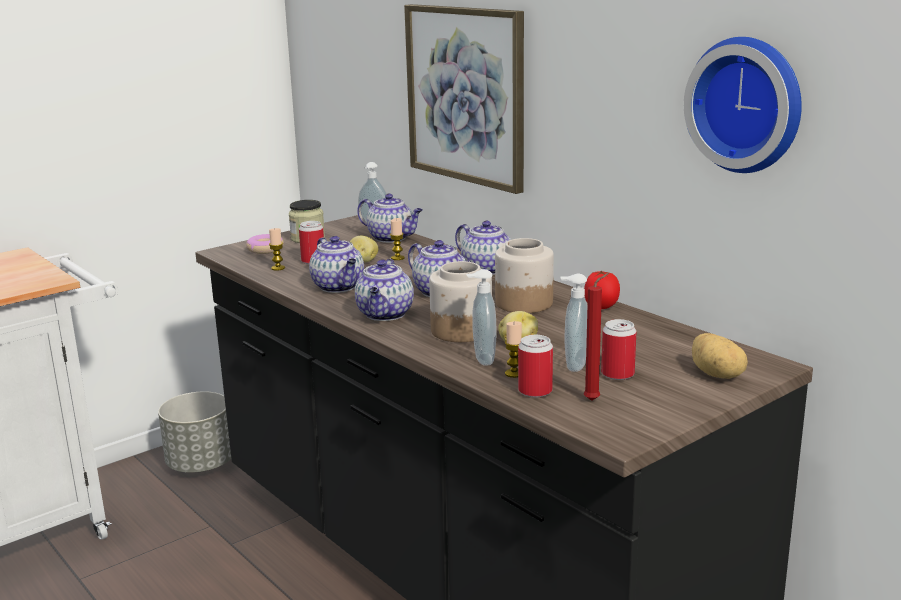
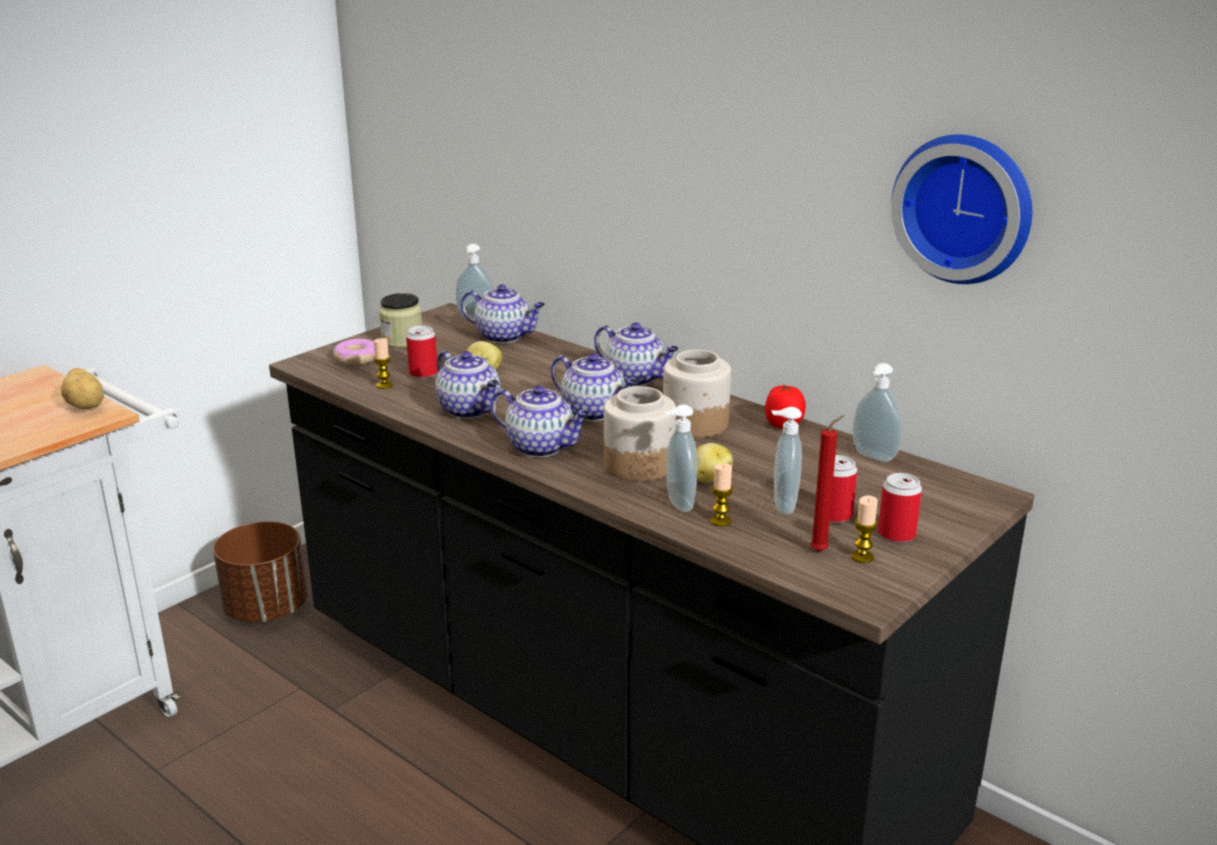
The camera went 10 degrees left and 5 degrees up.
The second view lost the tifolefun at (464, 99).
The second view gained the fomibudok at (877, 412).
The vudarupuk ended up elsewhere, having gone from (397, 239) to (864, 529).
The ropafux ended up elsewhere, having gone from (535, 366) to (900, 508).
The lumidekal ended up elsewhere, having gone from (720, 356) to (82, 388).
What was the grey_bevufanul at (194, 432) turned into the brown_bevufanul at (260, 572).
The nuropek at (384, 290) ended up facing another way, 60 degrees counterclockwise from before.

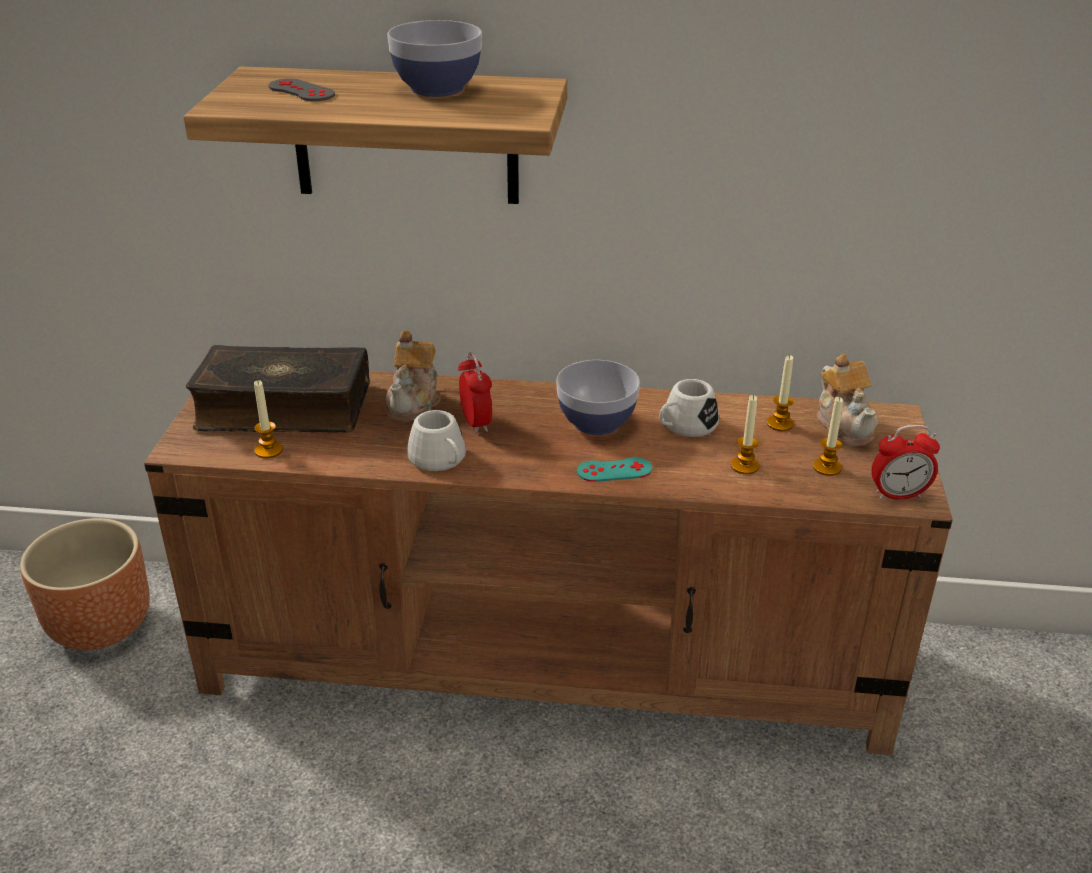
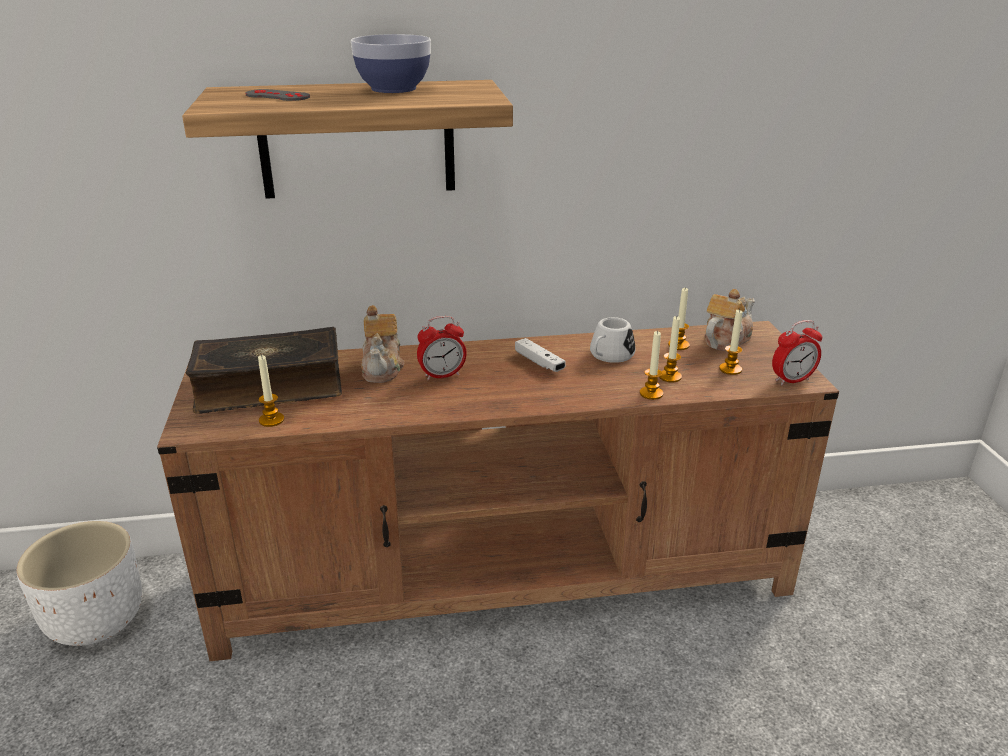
The camera went 15 degrees left and 5 degrees down.
The second view lost the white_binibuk at (436, 440).
The second view lost the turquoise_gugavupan at (614, 469).
The second view gained the vudarupuk at (651, 365).
Where the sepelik stood at (598, 397), the white_gugavupan came to stand at (540, 355).
What was the brown_bevufanul at (85, 584) turned into the white_bevufanul at (79, 583).
The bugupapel at (475, 393) ended up facing another way, 105 degrees clockwise from before.
The nuropek at (847, 400) ended up facing another way, 105 degrees counterclockwise from before.

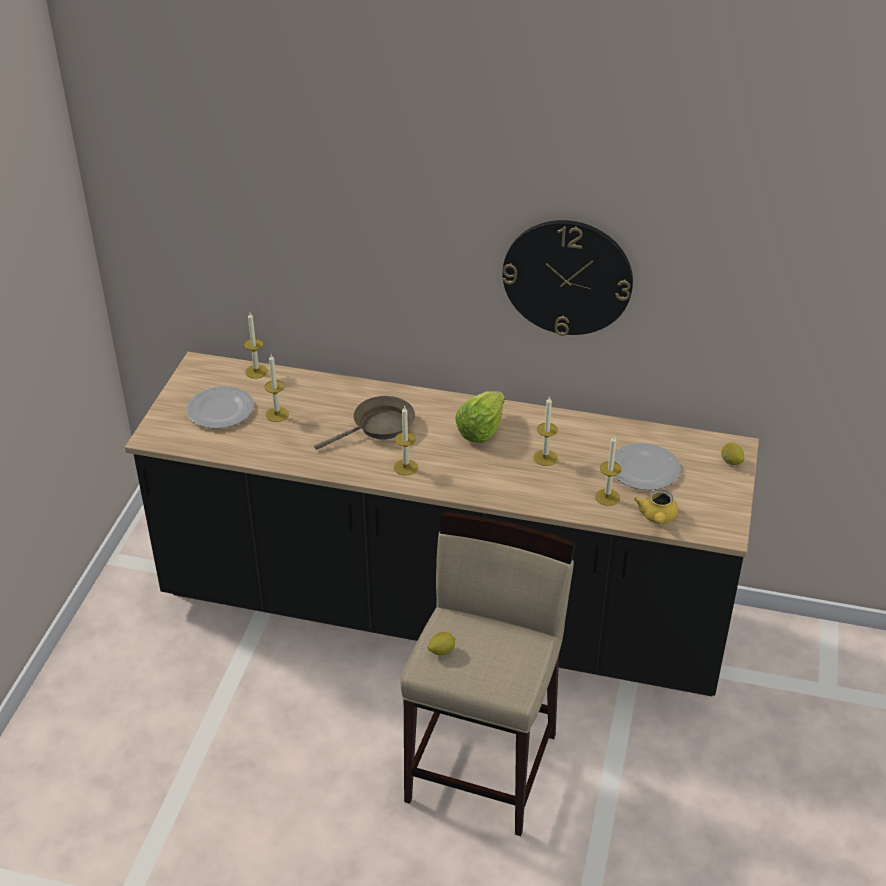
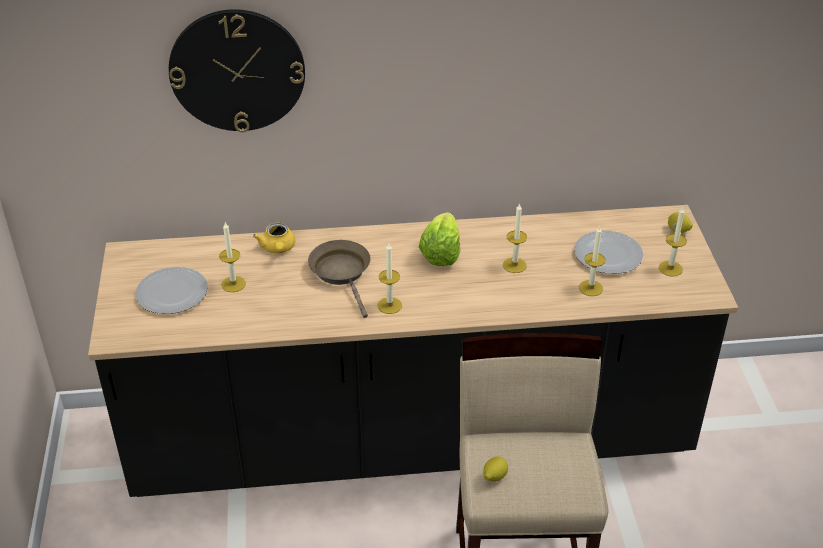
The camera went 20 degrees left and 0 degrees up.
The vudarupuk ended up elsewhere, having gone from (256, 346) to (673, 242).
The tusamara ended up elsewhere, having gone from (567, 278) to (237, 71).
The yellow_nuropek ended up elsewhere, having gone from (656, 506) to (274, 238).
The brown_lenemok at (364, 423) ended up facing another way, 60 degrees counterclockwise from before.

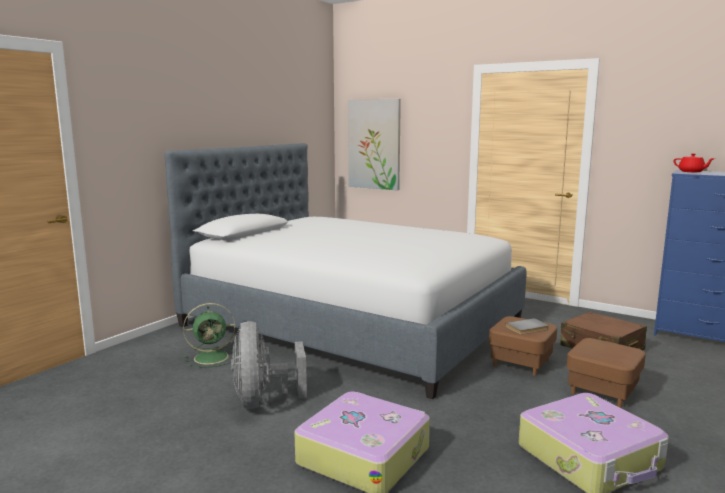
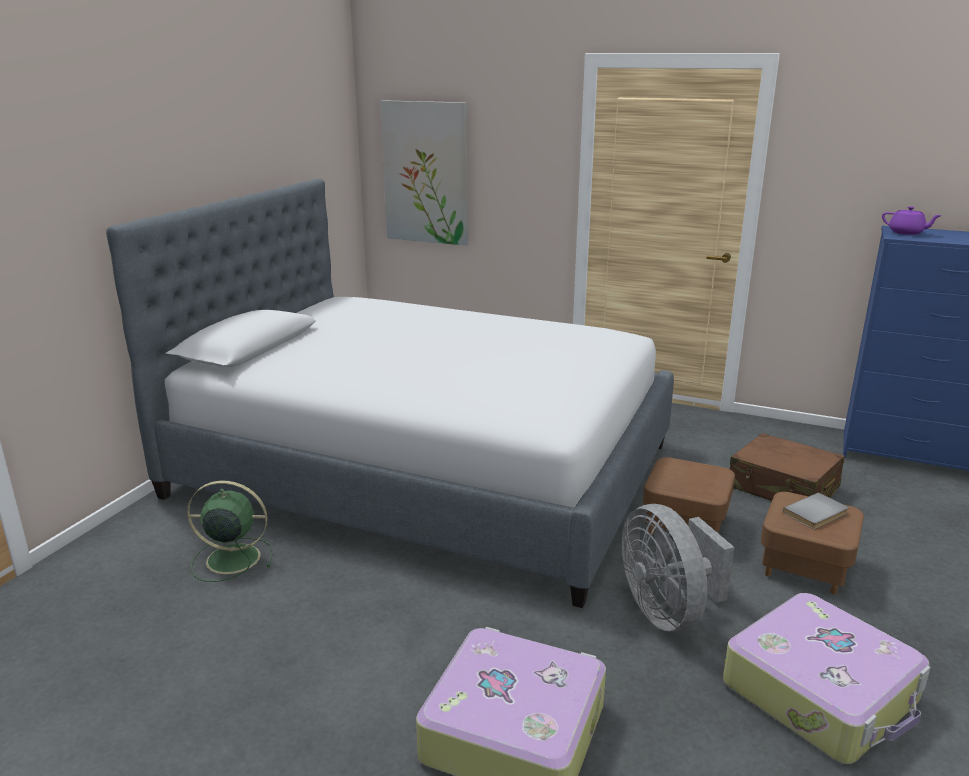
The camera went 10 degrees left and 10 degrees up.
The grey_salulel ended up elsewhere, having gone from (269, 365) to (677, 568).
The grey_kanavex ended up elsewhere, having gone from (527, 326) to (816, 510).
What was the red_nuropek at (694, 162) turned into the purple_nuropek at (912, 220).
The green_salulel at (210, 335) ended up facing another way, 150 degrees counterclockwise from before.

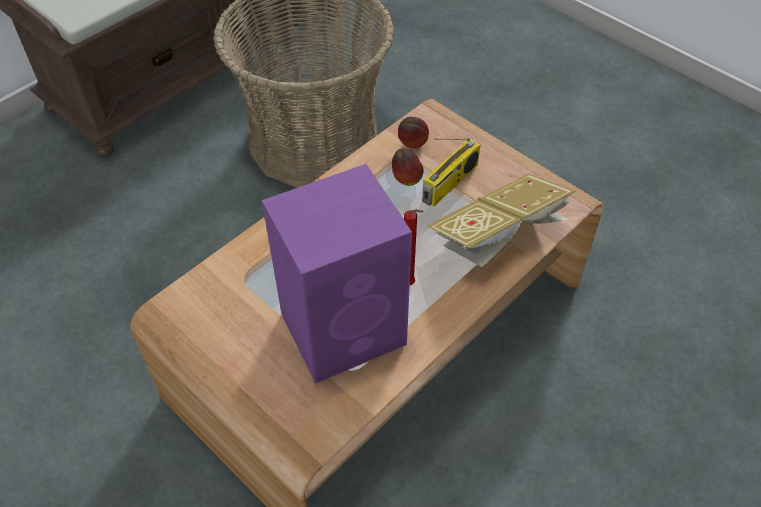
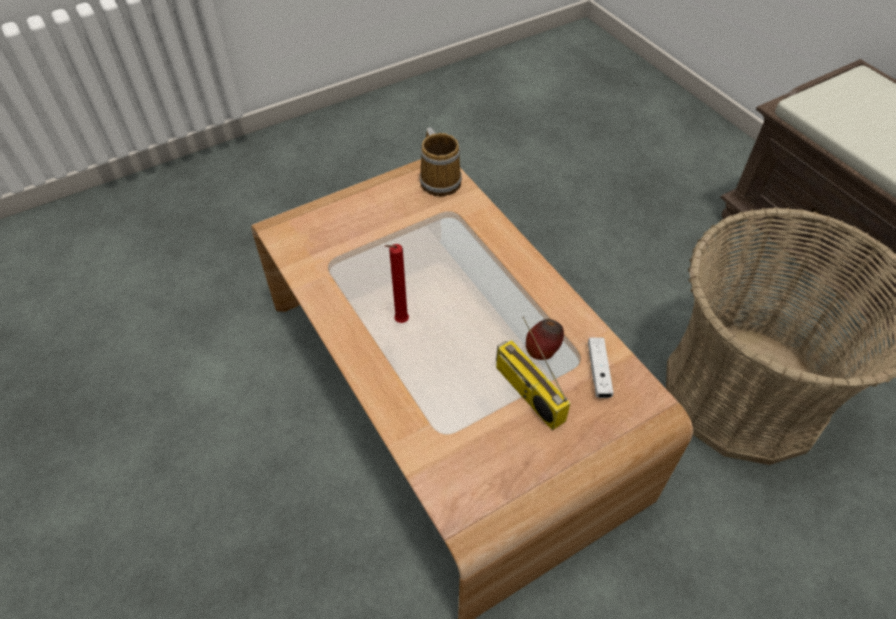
The camera went 105 degrees right and 0 degrees up.
The second view lost the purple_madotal at (337, 273).
The second view lost the kanavex at (501, 220).
The second view gained the binibuk at (441, 162).
Where the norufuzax stood at (413, 133), the white_gugavupan came to stand at (600, 367).

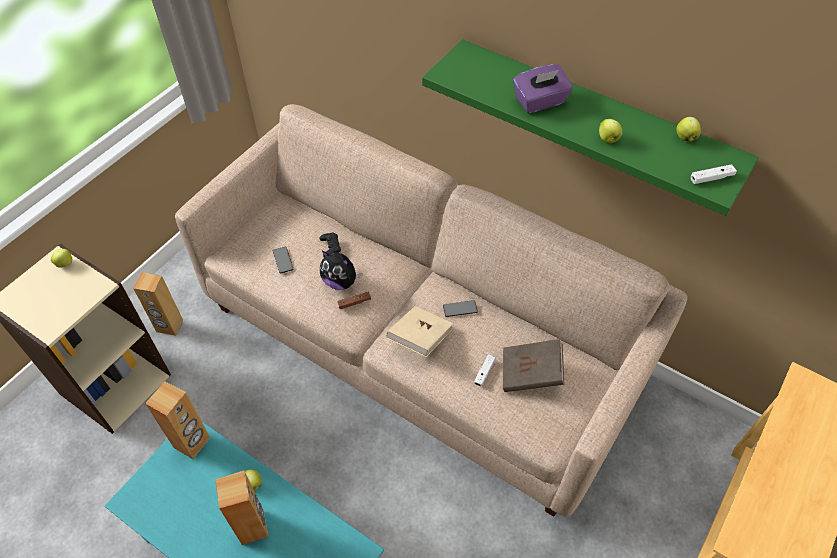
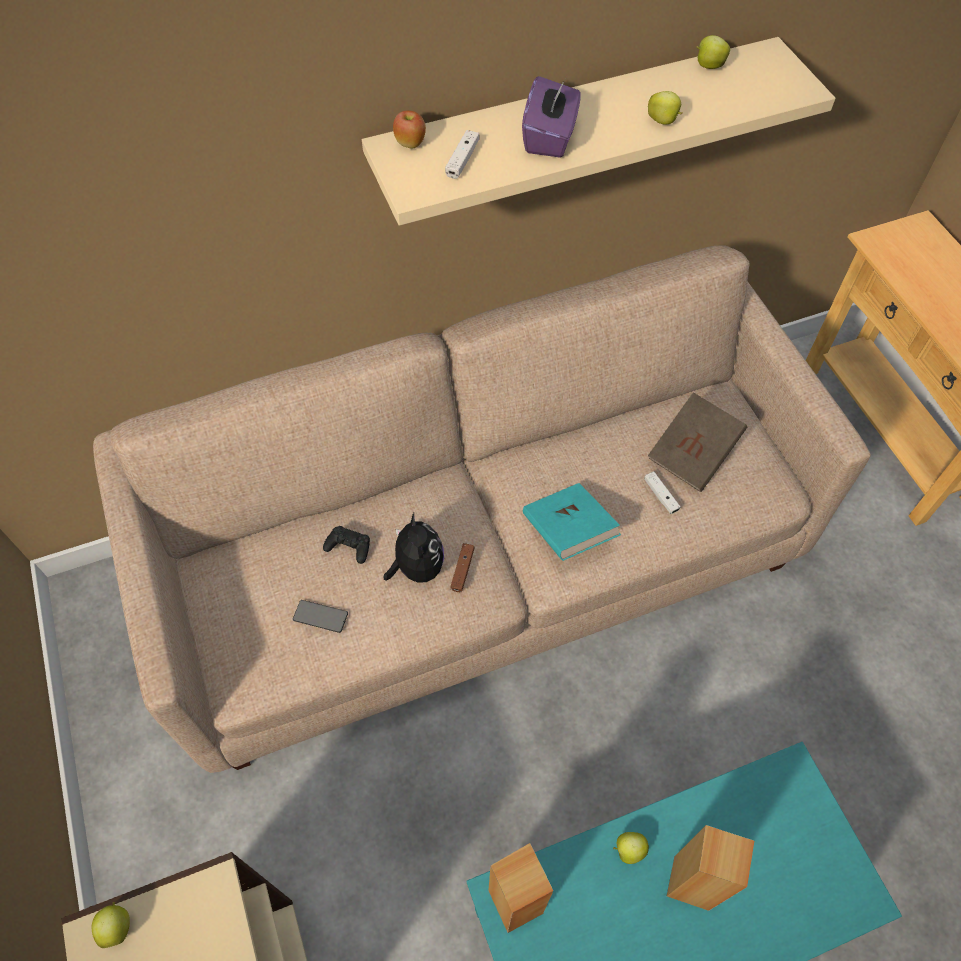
The camera went 55 degrees left and 5 degrees up.
The second view lost the brown_madotal at (158, 304).
The second view lost the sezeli at (460, 308).
The second view gained the norufuzax at (409, 129).
The white_gugavupan ended up elsewhere, having gone from (714, 174) to (462, 154).
What was the beige_kanavex at (419, 331) turned into the turquoise_kanavex at (572, 522).
What was the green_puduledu at (590, 127) turned into the beige_puduledu at (599, 131).
The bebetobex at (341, 270) ended up facing another way, 75 degrees counterclockwise from before.

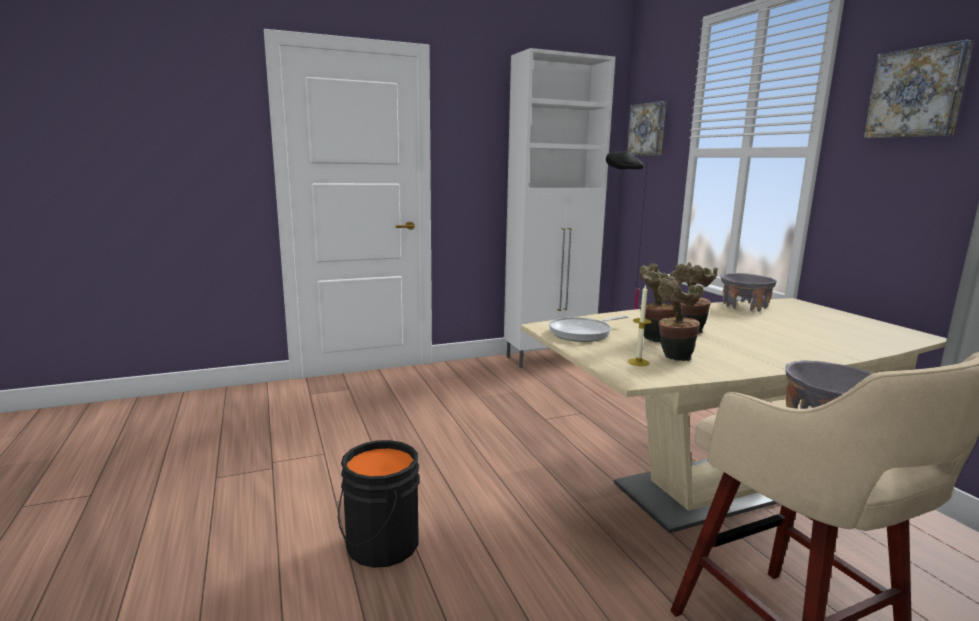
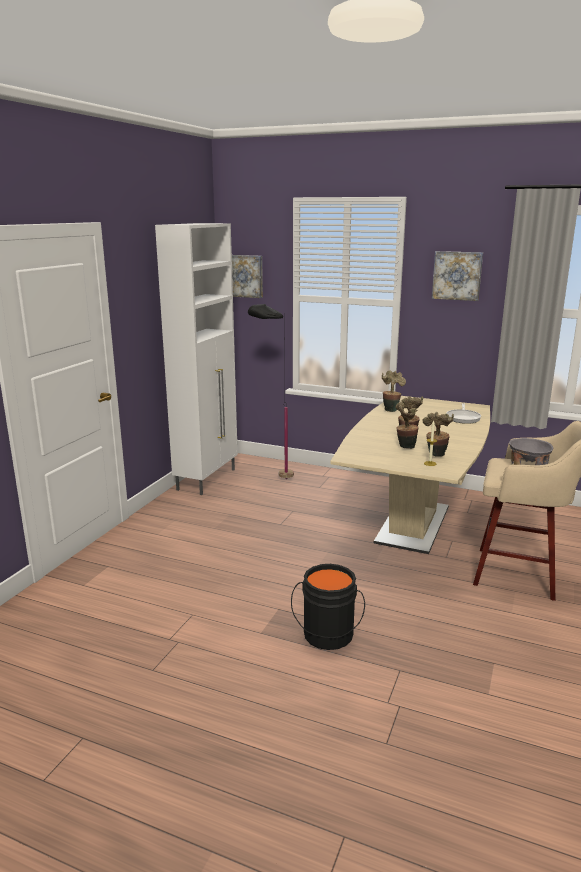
The camera went 45 degrees left and 5 degrees up.
The lenemok ended up elsewhere, having gone from (588, 328) to (464, 413).
Where the grey_sepelik stood at (748, 292), the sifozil came to stand at (394, 391).

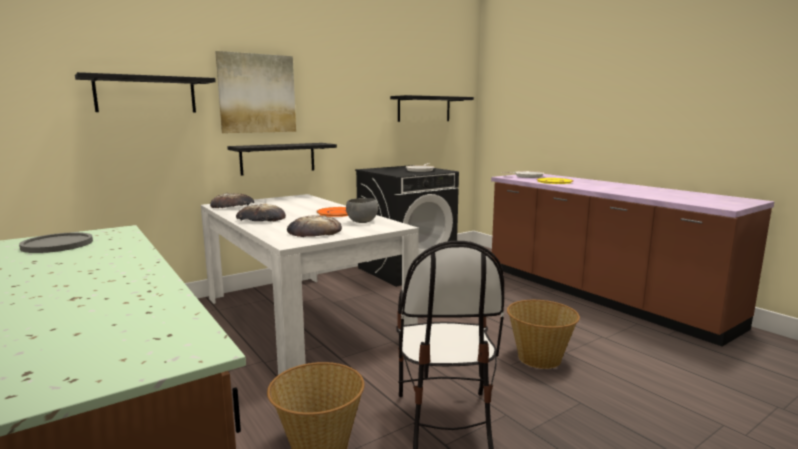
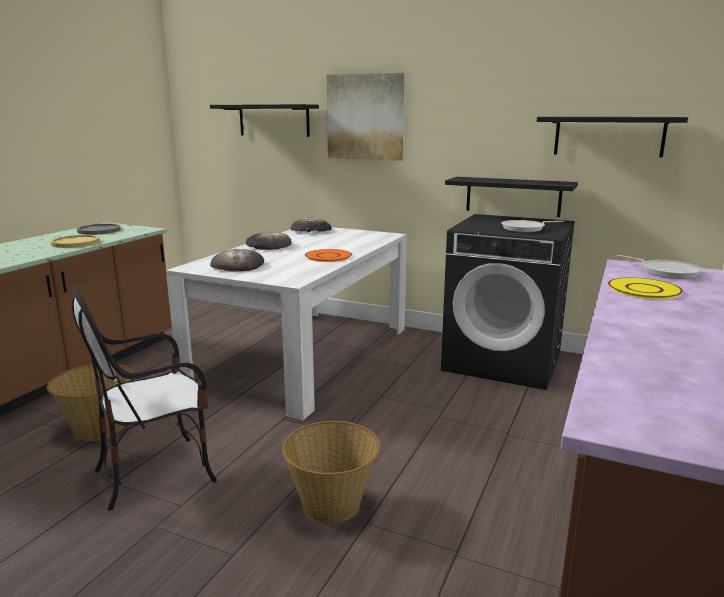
The camera went 60 degrees right and 5 degrees up.
The second view lost the grey_sepelik at (362, 210).
The second view gained the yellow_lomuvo at (75, 241).
The black_puduledu ended up elsewhere, having gone from (282, 159) to (511, 197).

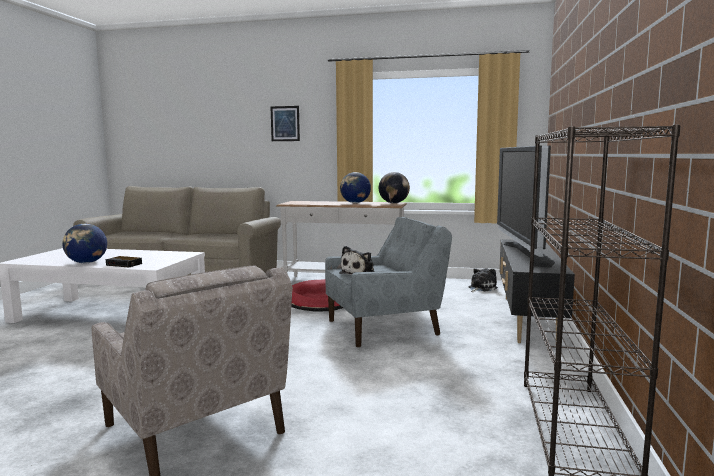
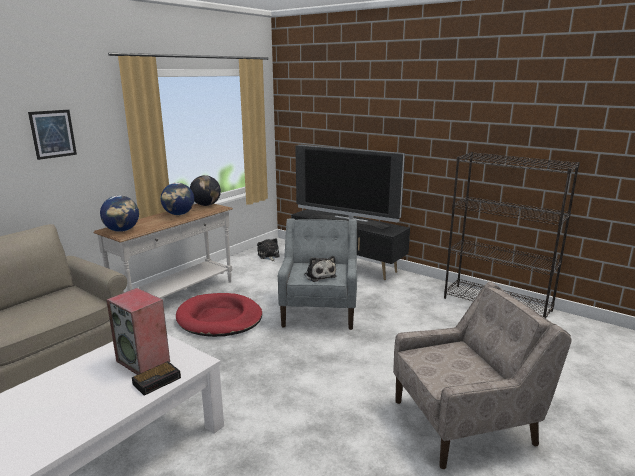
The camera went 65 degrees left and 10 degrees up.
The second view gained the madotal at (138, 331).
The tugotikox ended up elsewhere, having gone from (84, 243) to (119, 213).

